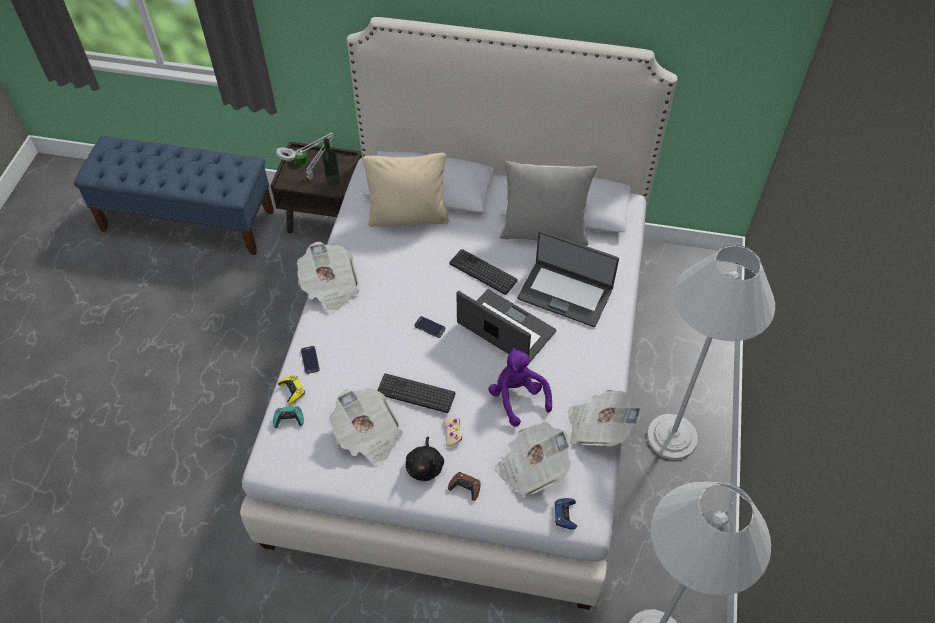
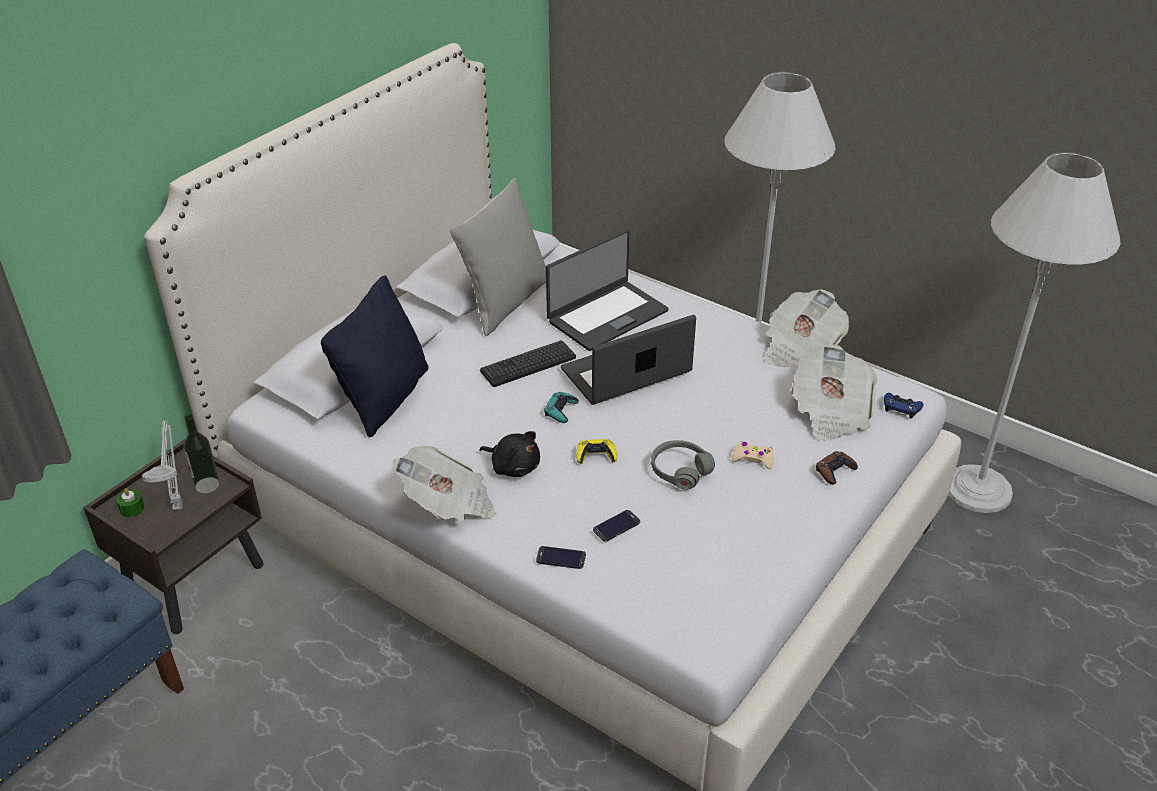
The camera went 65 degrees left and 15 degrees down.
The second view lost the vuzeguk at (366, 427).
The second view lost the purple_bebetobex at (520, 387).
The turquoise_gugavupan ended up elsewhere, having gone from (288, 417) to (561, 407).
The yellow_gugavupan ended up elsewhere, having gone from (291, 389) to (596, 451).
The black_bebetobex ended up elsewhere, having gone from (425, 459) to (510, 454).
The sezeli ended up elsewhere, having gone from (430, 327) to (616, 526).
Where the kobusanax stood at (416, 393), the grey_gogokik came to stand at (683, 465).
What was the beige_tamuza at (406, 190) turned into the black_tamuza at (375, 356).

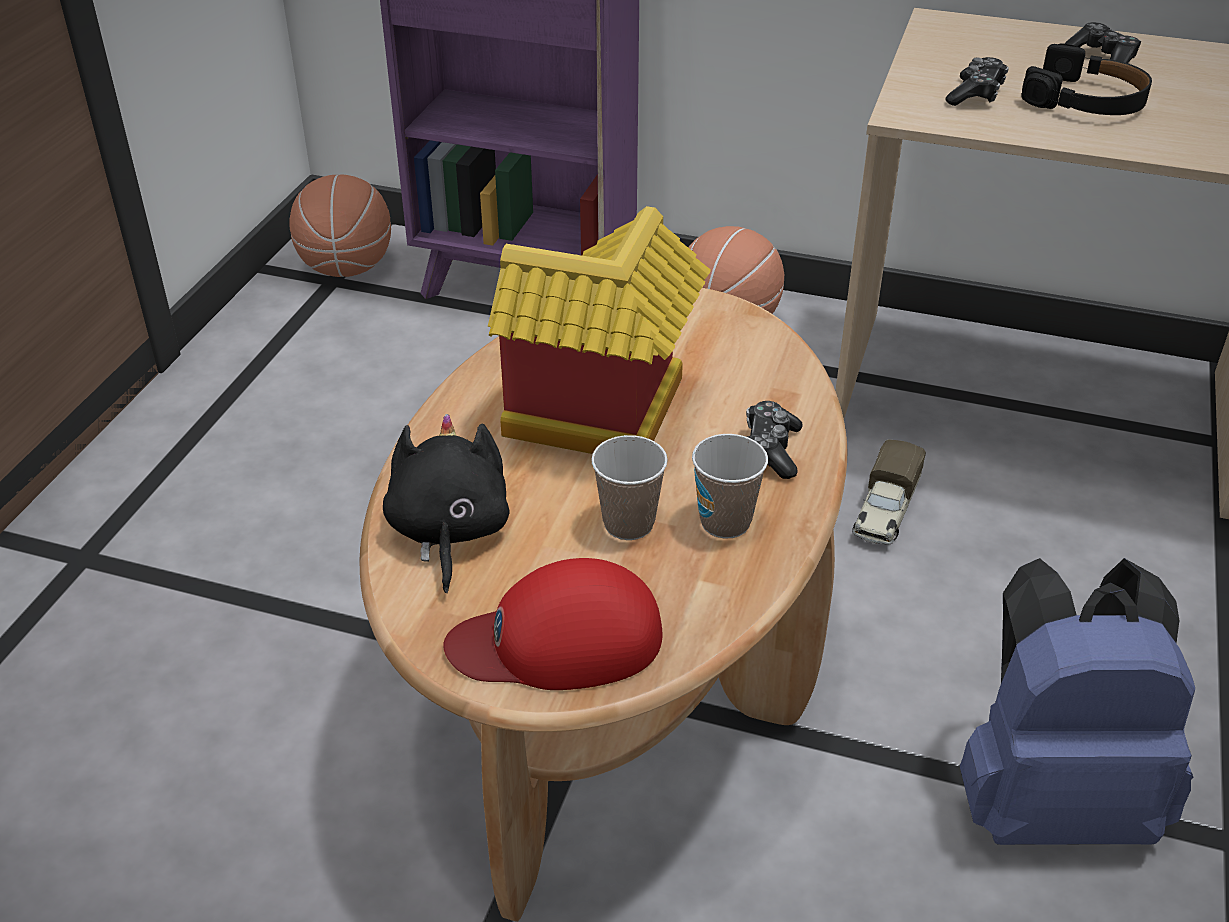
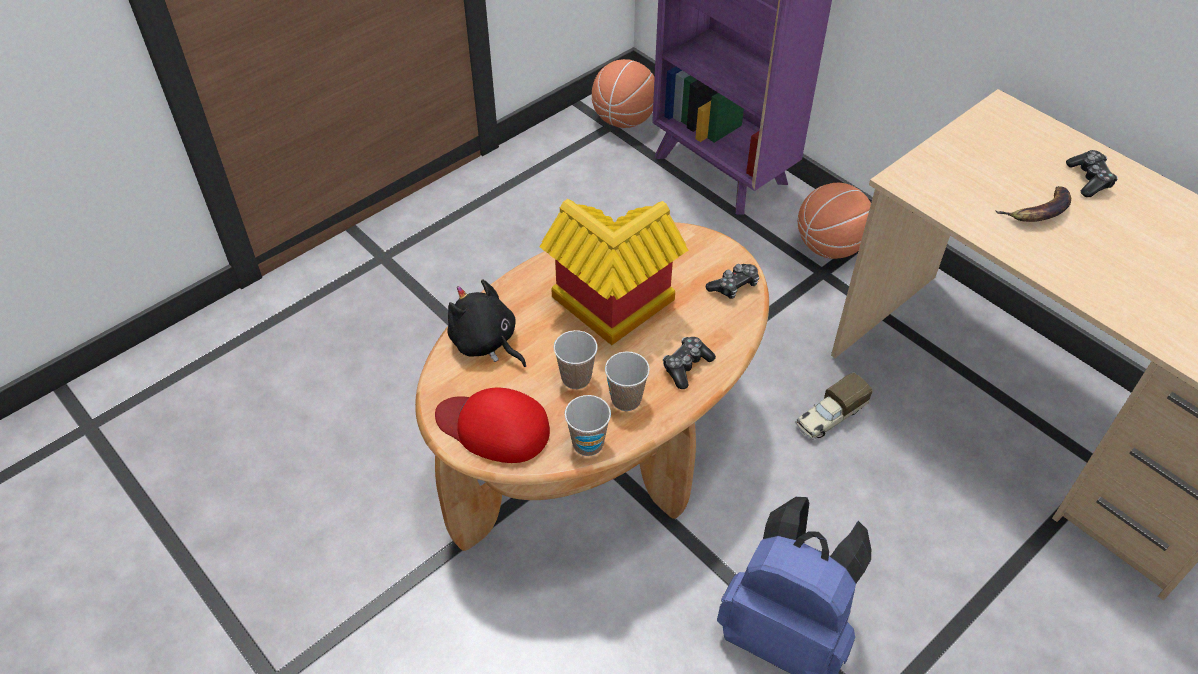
The camera went 30 degrees right and 10 degrees up.
The second view gained the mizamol at (588, 425).
The gugavupan ended up elsewhere, having gone from (977, 81) to (732, 281).
Where the black_gogokik stood at (1086, 79), the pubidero came to stand at (1033, 204).
The black_bebetobex at (446, 503) ended up facing another way, 75 degrees counterclockwise from before.

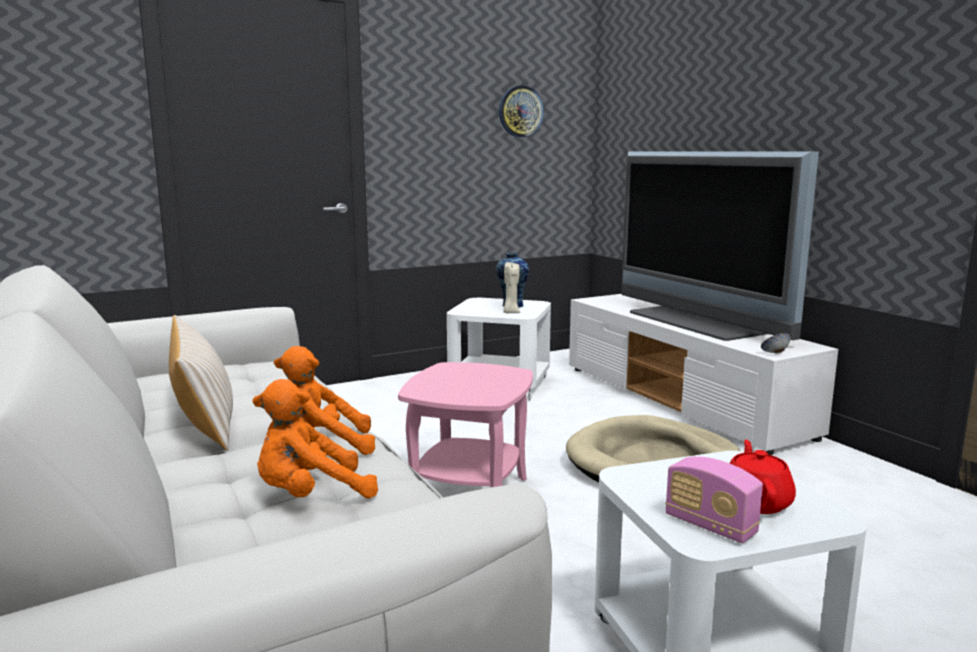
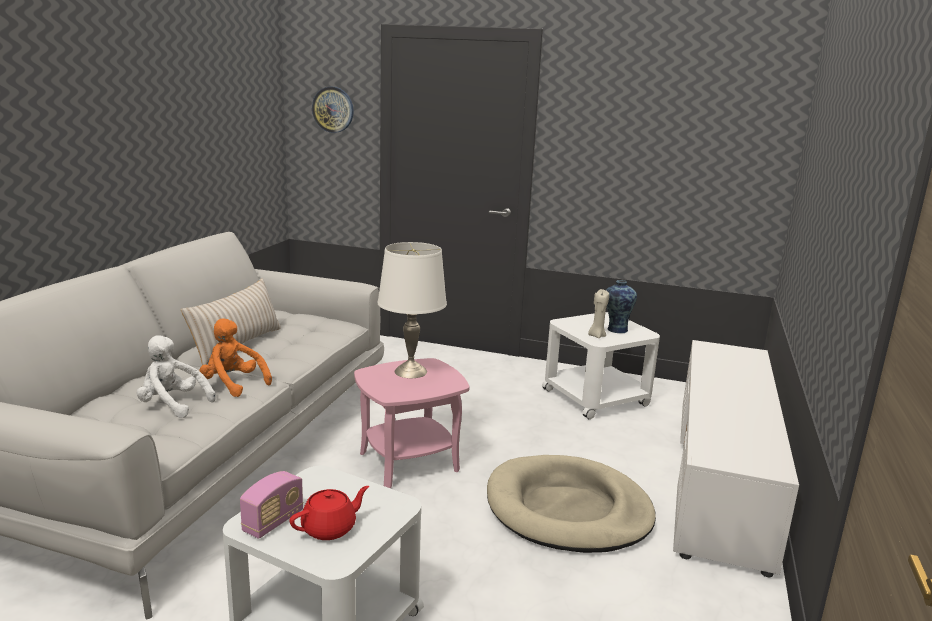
The camera went 45 degrees right and 5 degrees up.
The second view lost the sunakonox at (720, 246).
The second view lost the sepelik at (776, 343).
The second view gained the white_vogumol at (412, 310).
The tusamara ended up elsewhere, having gone from (521, 111) to (333, 110).
What was the orange_bebetobex at (315, 439) turned into the white_bebetobex at (176, 376).
The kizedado at (714, 500) ended up facing another way, 150 degrees counterclockwise from before.

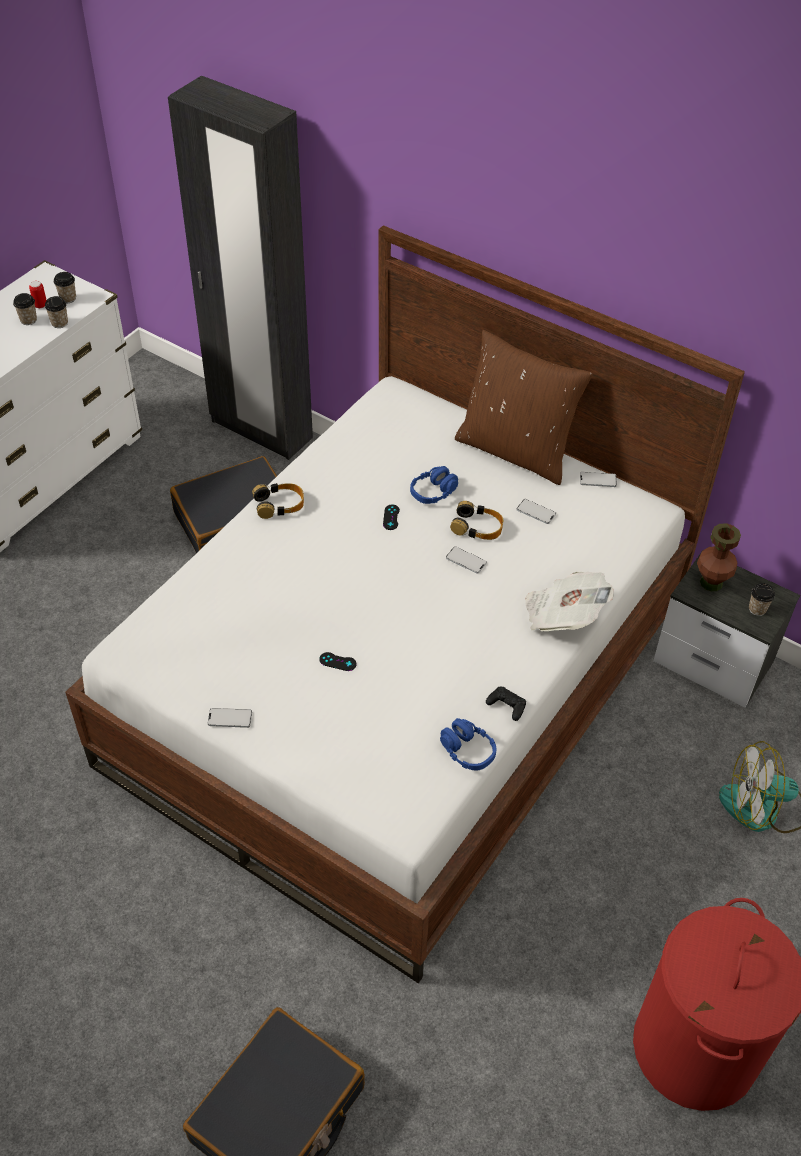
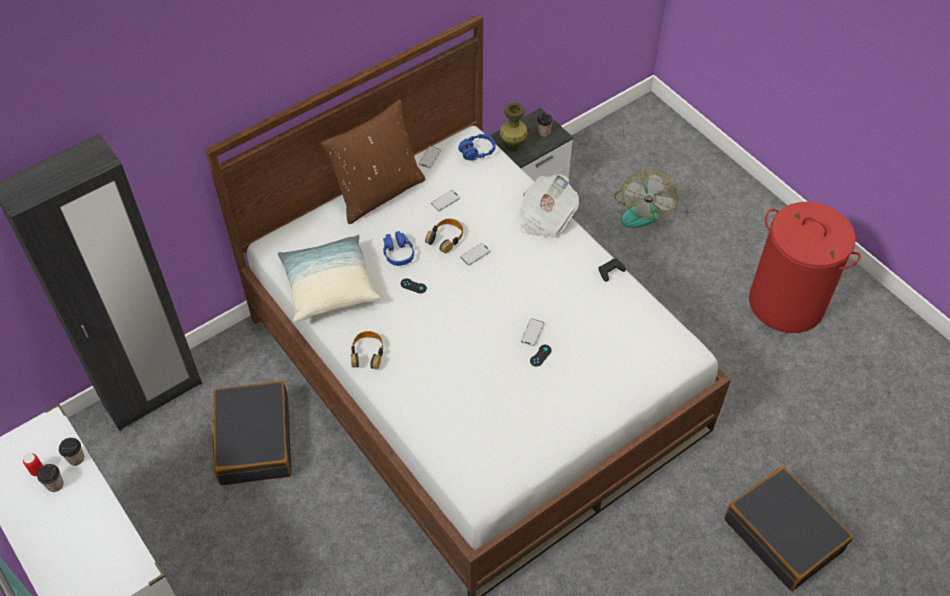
The camera went 70 degrees left and 5 degrees up.
The second view lost the mizamol at (65, 287).
The second view gained the tamuza at (329, 278).
The sezeli ended up elsewhere, having gone from (230, 718) to (532, 332).
The blue_gogokik ended up elsewhere, having gone from (468, 744) to (476, 147).
What was the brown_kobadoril at (719, 557) turned into the green_kobadoril at (514, 127).

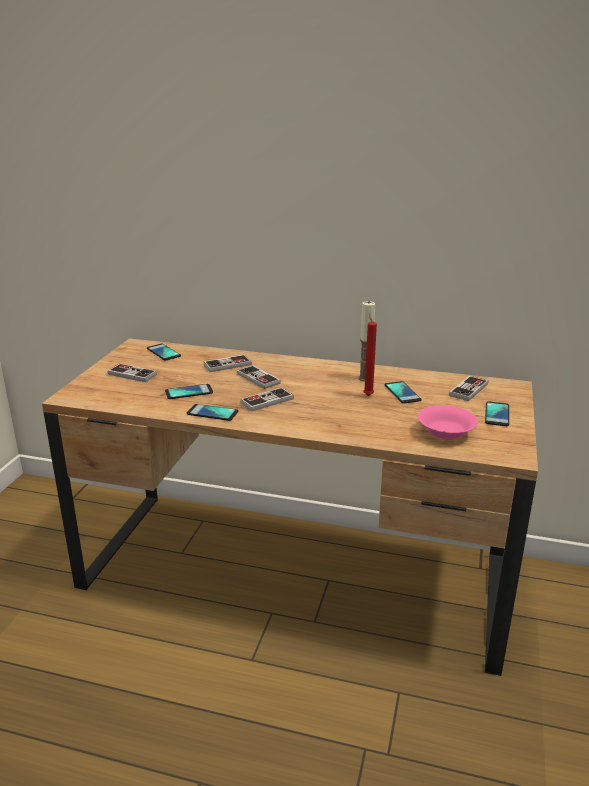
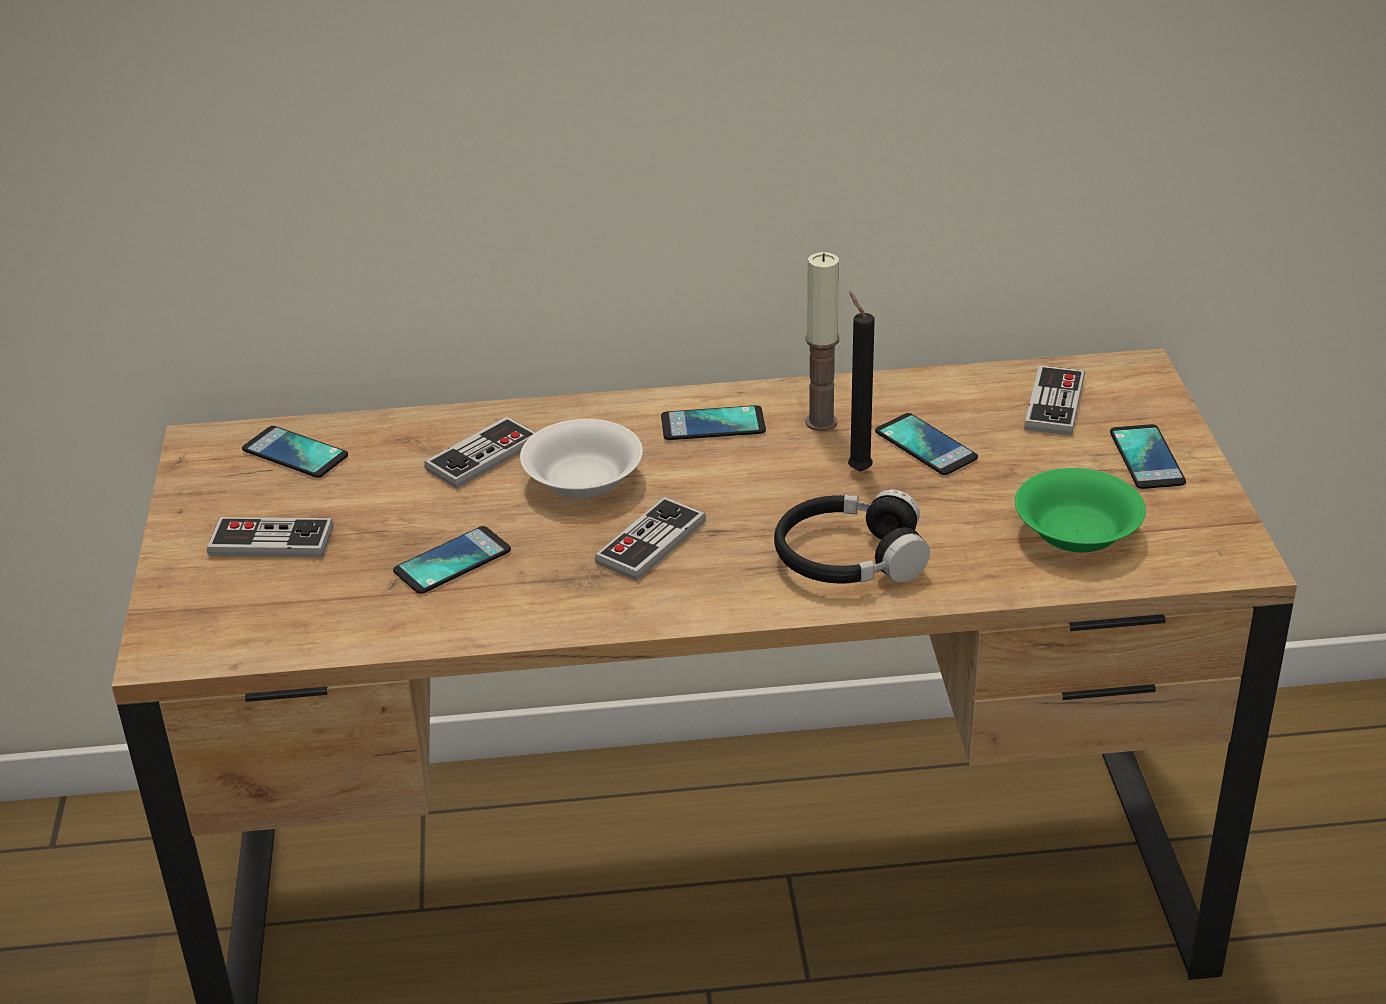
The camera went 20 degrees left and 10 degrees up.
The second view gained the black_gogokik at (852, 536).
The sezeli ended up elsewhere, having gone from (212, 412) to (713, 422).
Where the gugavupan stood at (259, 377), the white_sepelik came to stand at (581, 458).
What was the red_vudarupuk at (370, 354) turned into the black_vudarupuk at (861, 381).
What was the pink_sepelik at (448, 422) turned into the green_sepelik at (1080, 510).

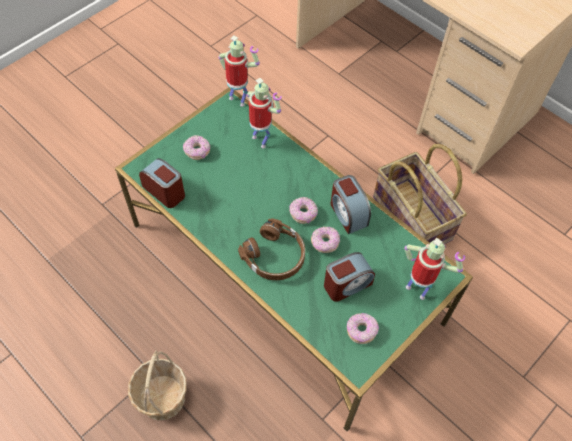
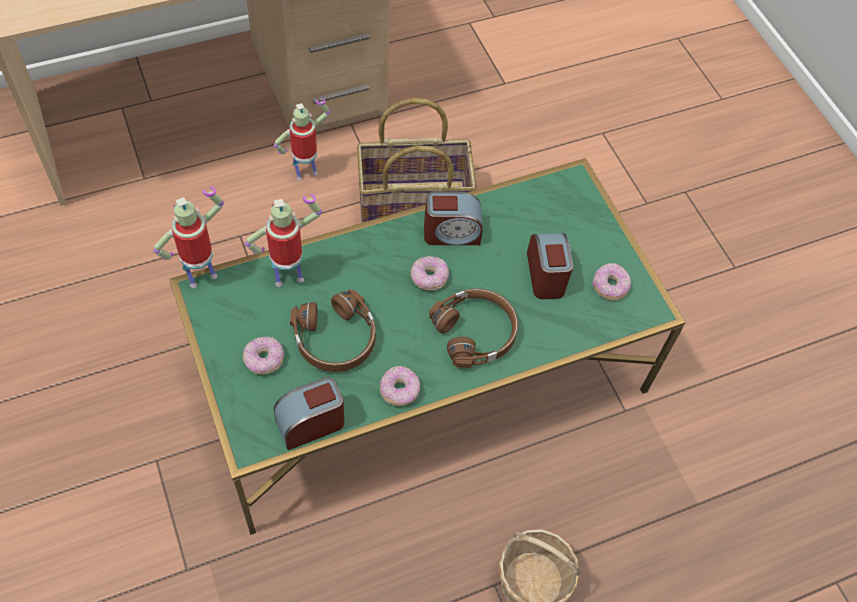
The camera went 70 degrees left and 0 degrees up.
The second view gained the brown_gogokik at (333, 330).
The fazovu ended up elsewhere, having gone from (325, 239) to (400, 386).
The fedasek ended up elsewhere, having gone from (434, 269) to (302, 139).

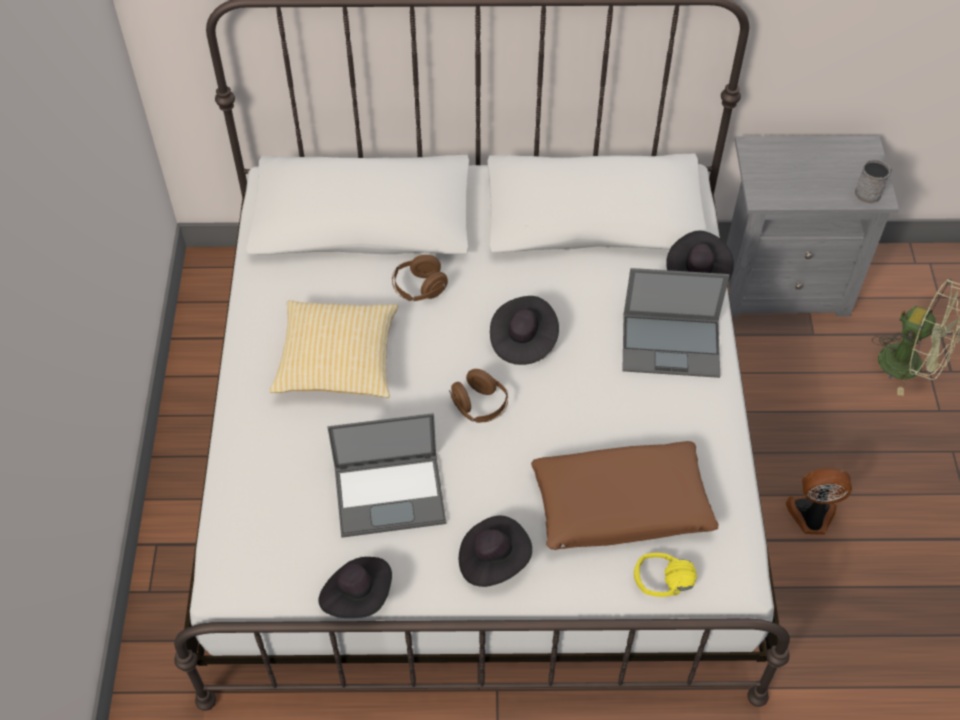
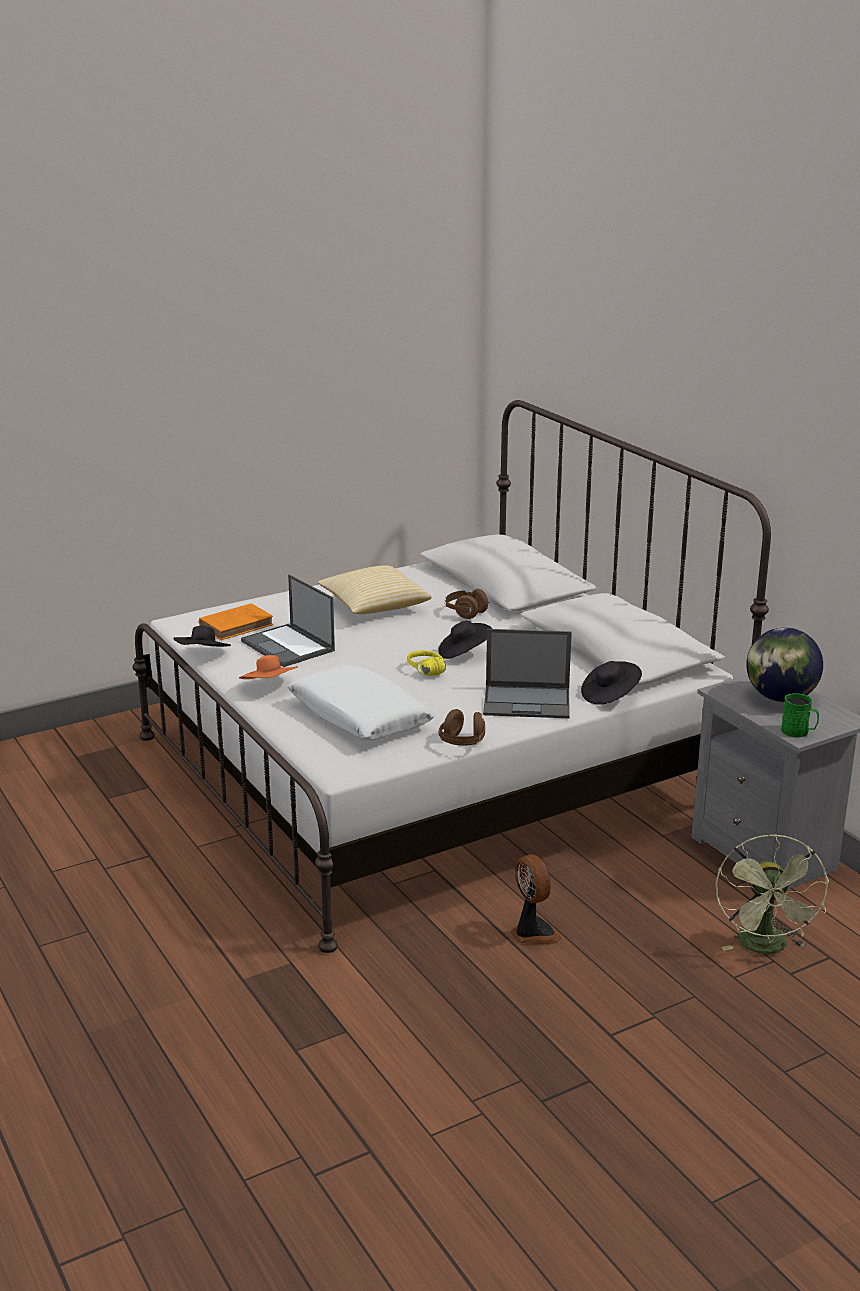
The camera went 60 degrees right and 30 degrees down.
The second view gained the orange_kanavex at (236, 621).
The second view gained the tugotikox at (784, 664).
The brown_gogokik ended up elsewhere, having gone from (478, 396) to (461, 727).
The yellow_gogokik ended up elsewhere, having gone from (665, 575) to (426, 663).
What was the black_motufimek at (495, 551) turned into the orange_motufimek at (268, 667).
What was the brown_tamuza at (624, 495) turned into the white_tamuza at (361, 702).
What was the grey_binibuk at (873, 181) turned into the green_binibuk at (800, 715).
The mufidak at (676, 323) ended up facing another way, 60 degrees counterclockwise from before.

